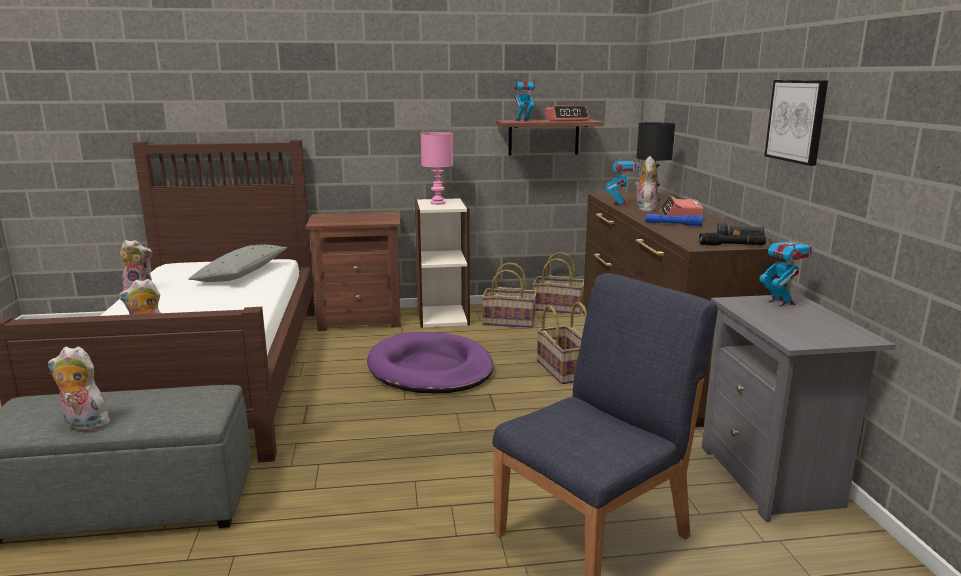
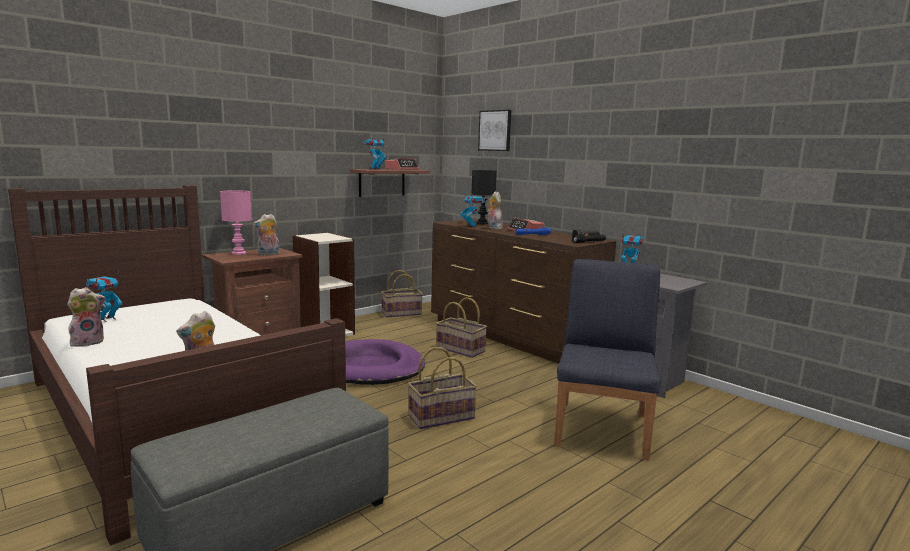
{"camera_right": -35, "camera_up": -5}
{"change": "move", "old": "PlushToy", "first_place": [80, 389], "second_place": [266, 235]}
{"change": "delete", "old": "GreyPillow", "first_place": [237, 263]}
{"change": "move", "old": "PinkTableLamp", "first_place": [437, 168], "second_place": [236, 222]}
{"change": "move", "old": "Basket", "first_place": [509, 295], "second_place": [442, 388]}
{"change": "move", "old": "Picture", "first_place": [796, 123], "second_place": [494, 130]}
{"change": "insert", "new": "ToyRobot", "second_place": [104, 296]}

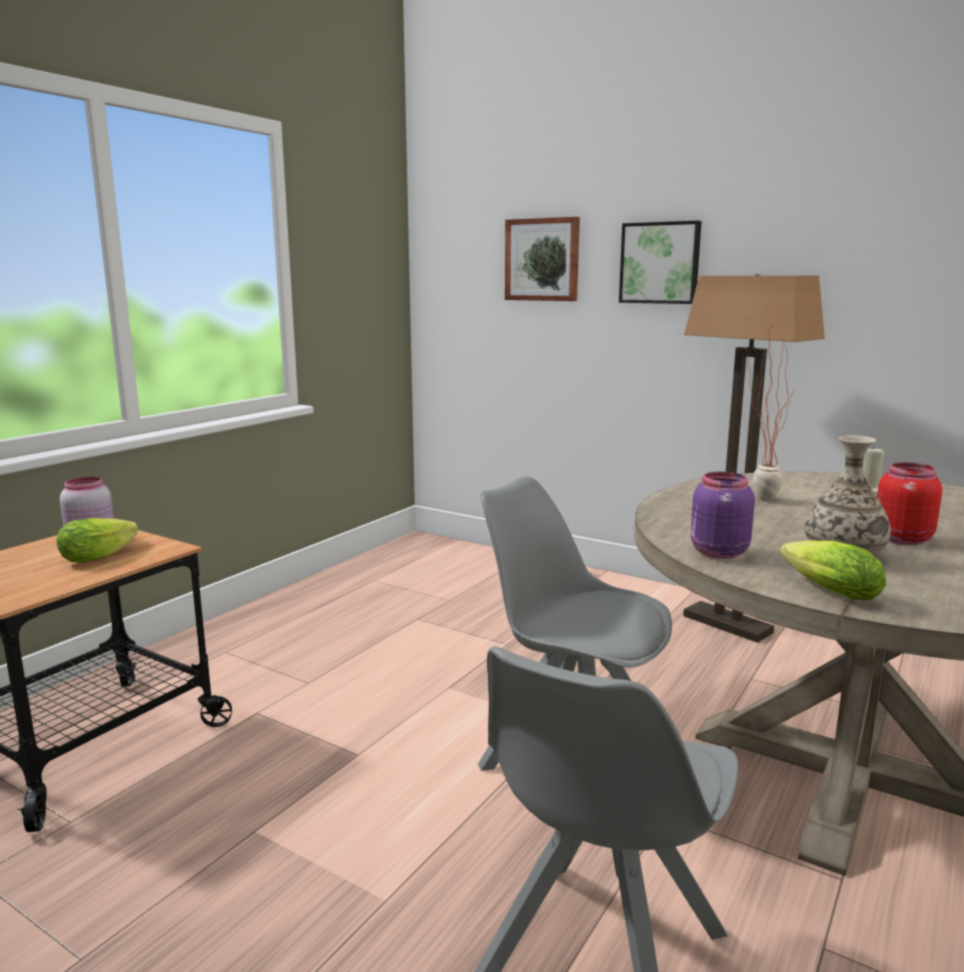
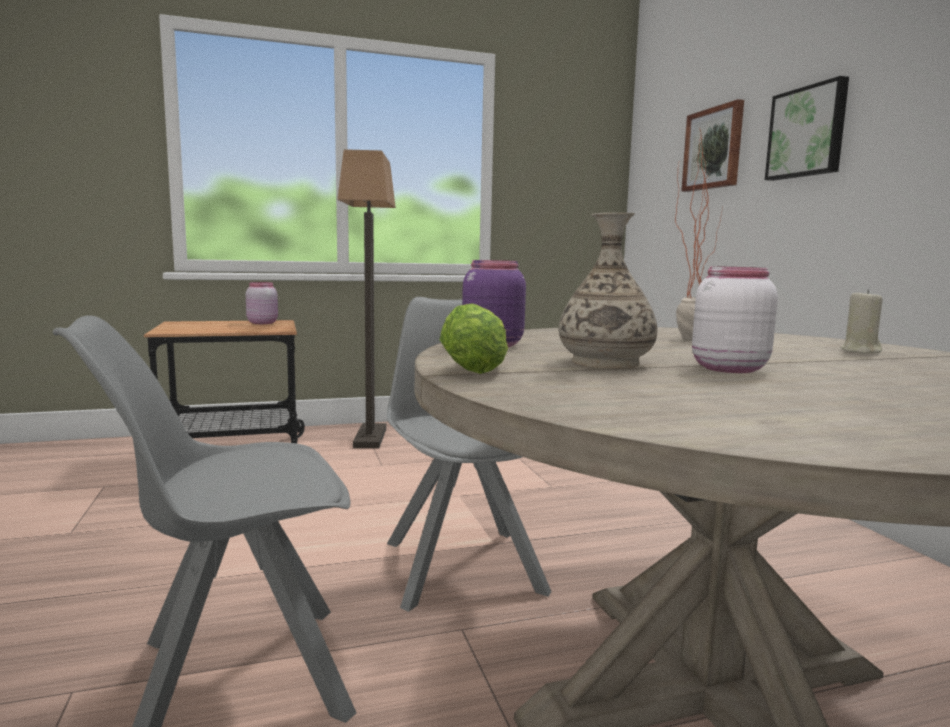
{"camera_right": 40, "camera_up": -5}
{"change": "delete", "old": "Lettuce", "first_place": [97, 540]}
{"change": "move", "old": "FloorLamp", "first_place": [754, 458], "second_place": [366, 298]}
{"change": "recolor", "old": "RedJar", "new": "WhiteJar", "first_place": [909, 503], "second_place": [735, 319]}

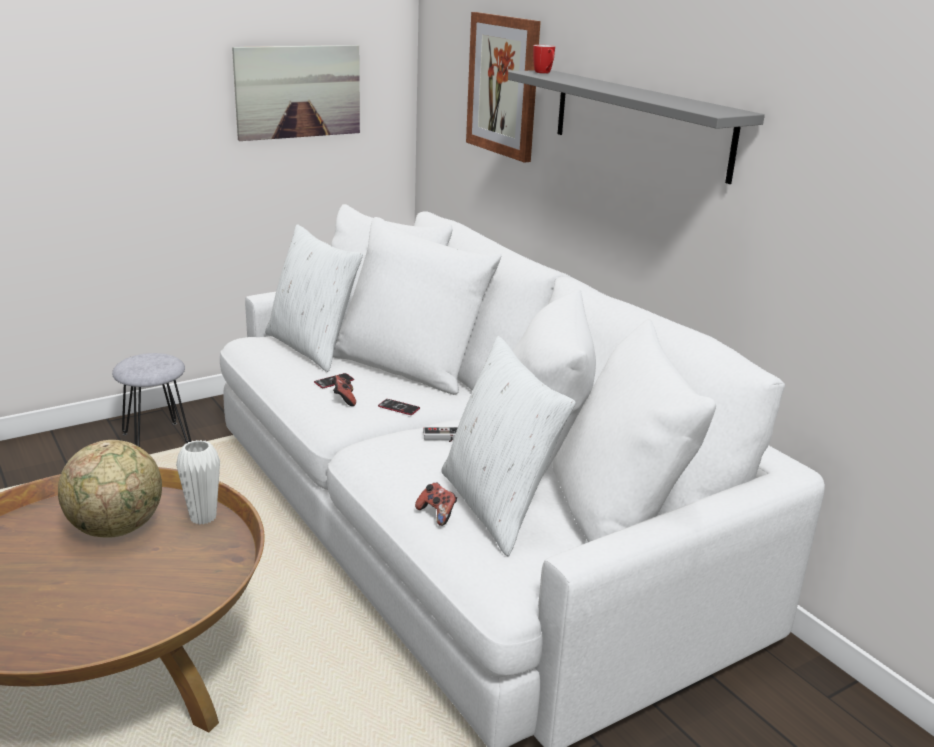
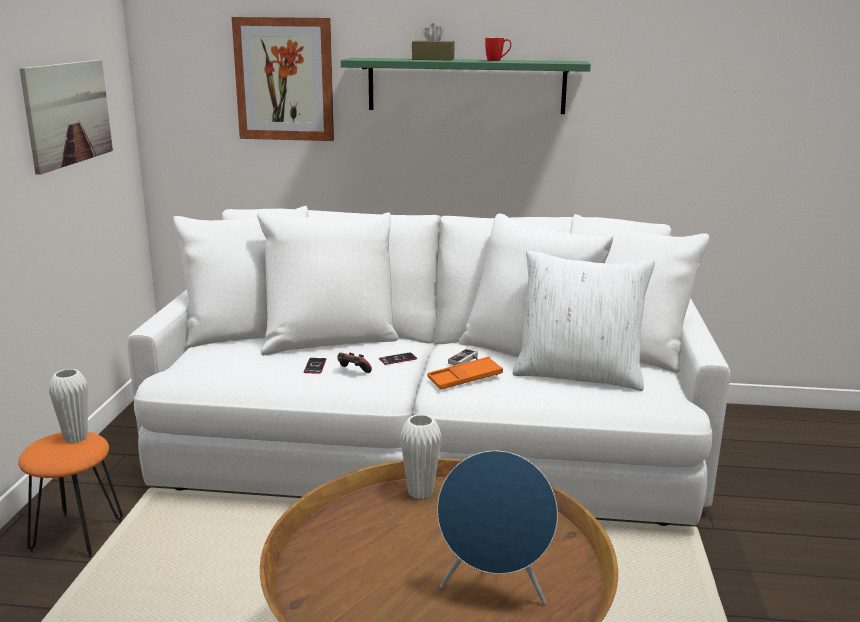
{"camera_right": -50, "camera_up": -5}
{"change": "delete", "old": "Globe", "first_place": [110, 489]}
{"change": "recolor", "old": "GreyStool", "new": "OrangeStool", "first_place": [151, 400], "second_place": [70, 495]}
{"change": "delete", "old": "WhitePillow", "first_place": [314, 298]}
{"change": "delete", "old": "GameController", "first_place": [436, 504]}
{"change": "recolor", "old": "GreyShelf", "new": "GreenShelf", "first_place": [636, 127], "second_place": [466, 86]}
{"change": "move", "old": "Mug", "first_place": [544, 59], "second_place": [498, 49]}
{"change": "insert", "new": "WhiteVase", "second_place": [68, 406]}
{"change": "insert", "new": "BrownTissueBox", "second_place": [433, 42]}
{"change": "insert", "new": "OrangeTray", "second_place": [465, 373]}
{"change": "insert", "new": "BlueSpeaker", "second_place": [497, 528]}

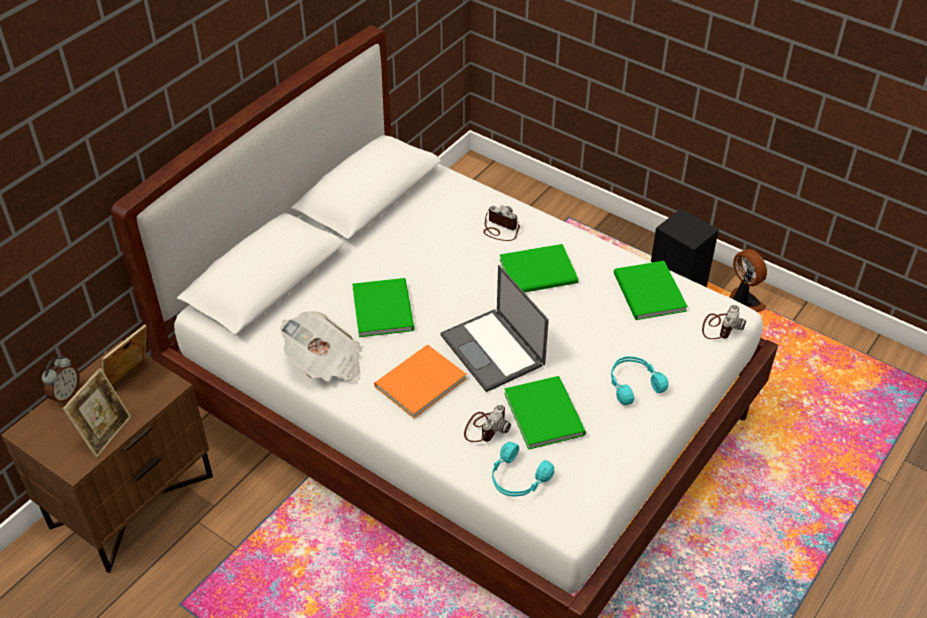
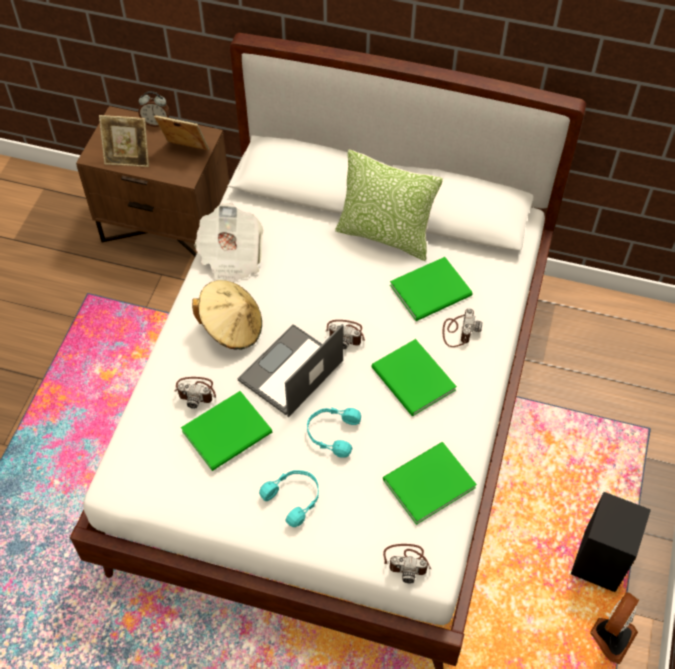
{"camera_right": 70, "camera_up": 10}
{"change": "move", "old": "GreenBook", "first_place": [383, 307], "second_place": [431, 289]}
{"change": "replace", "old": "OrangeBook", "new": "BeigeHat", "first_place": [420, 382], "second_place": [227, 315]}
{"change": "move", "old": "TurquoiseHeadphones", "first_place": [523, 469], "second_place": [334, 432]}
{"change": "insert", "new": "PhotoCamera", "second_place": [345, 334]}
{"change": "insert", "new": "Pillow", "second_place": [389, 205]}

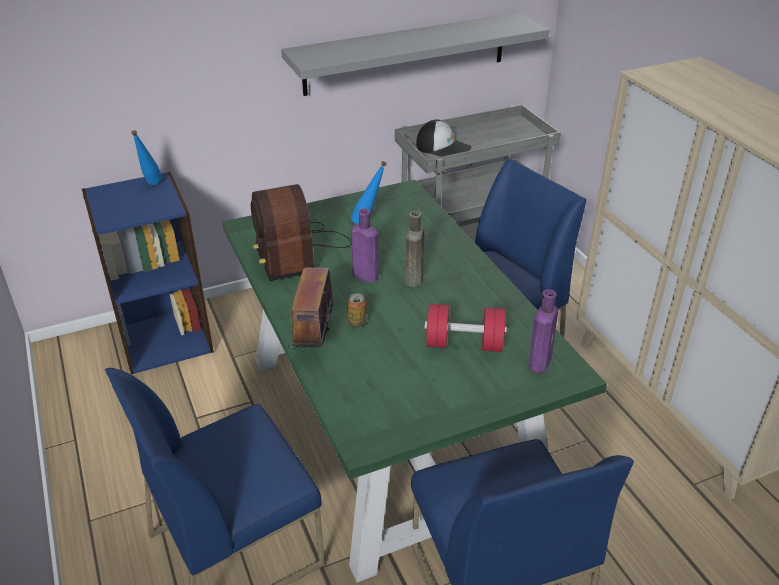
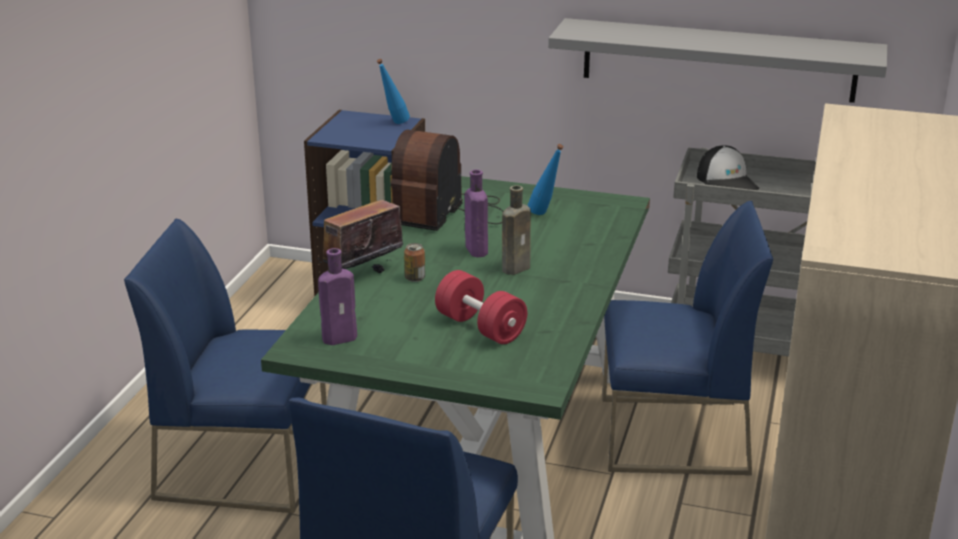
{"camera_right": 40, "camera_up": -10}
{"change": "move", "old": "PurpleBottle", "first_place": [543, 331], "second_place": [337, 296]}

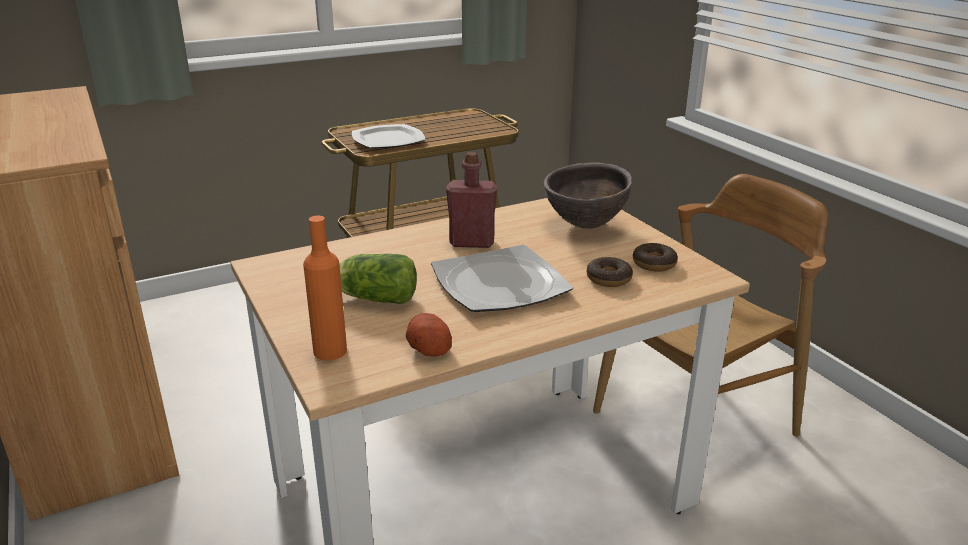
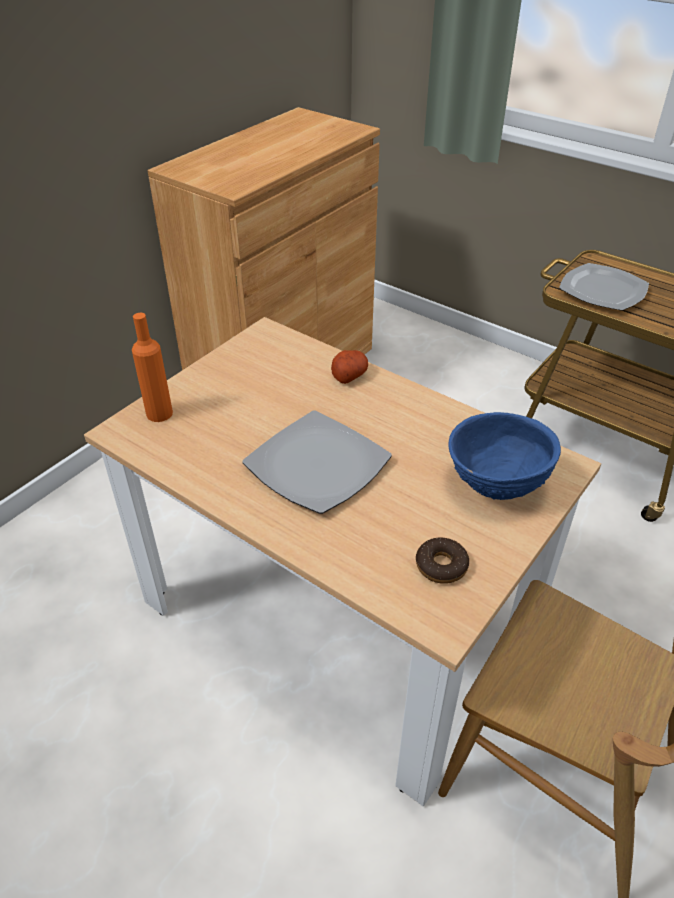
{"camera_right": 65, "camera_up": 15}
{"change": "delete", "old": "Lettuce", "first_place": [378, 279]}
{"change": "move", "old": "Potato", "first_place": [429, 335], "second_place": [349, 367]}
{"change": "delete", "old": "RedBottle", "first_place": [471, 200]}
{"change": "recolor", "old": "BrownBowl", "new": "BlueBowl", "first_place": [588, 196], "second_place": [504, 456]}
{"change": "delete", "old": "Donut", "first_place": [610, 272]}

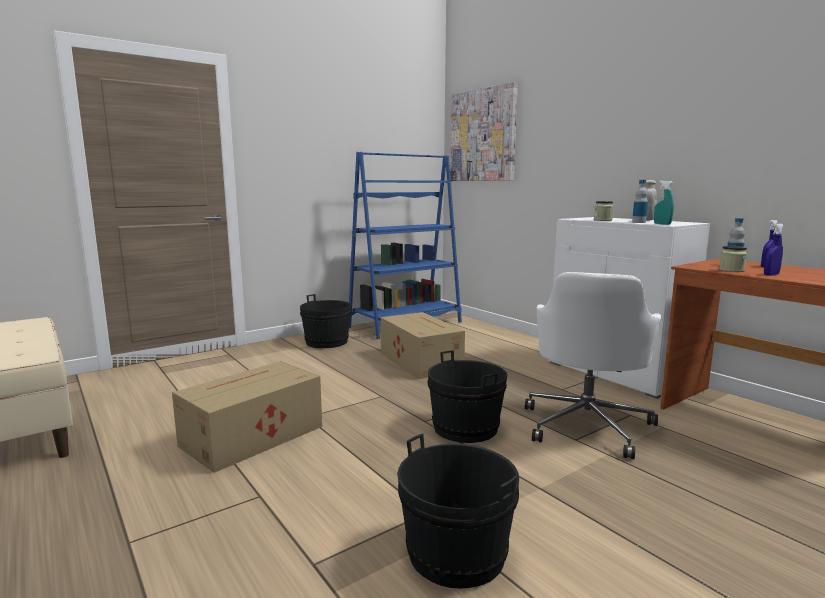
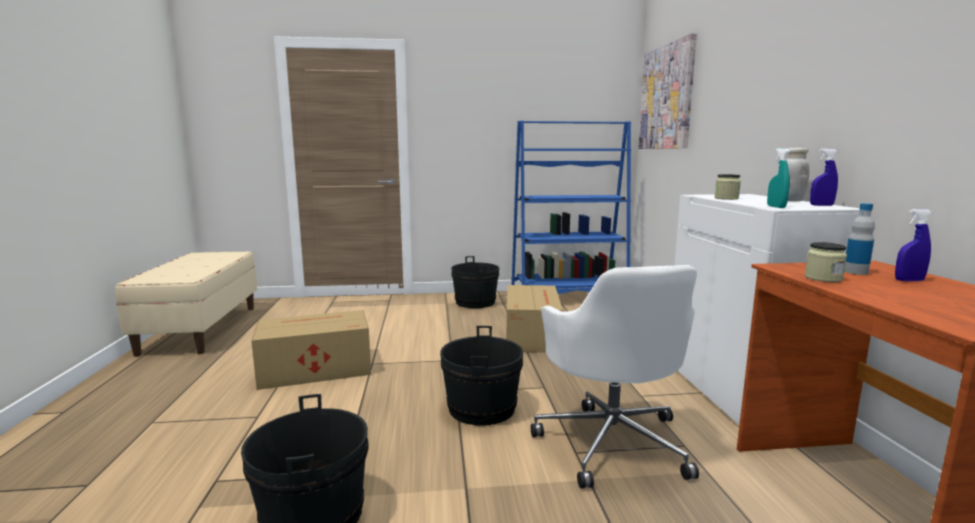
{"camera_right": 30, "camera_up": 0}
{"change": "rotate", "old": "WhiteOfficeChair", "first_place": [593, 365], "second_place": [615, 377], "degrees": -60}
{"change": "delete", "old": "Bottle", "first_place": [640, 201]}
{"change": "move", "old": "BlueSprayBottle", "first_place": [774, 249], "second_place": [824, 177]}

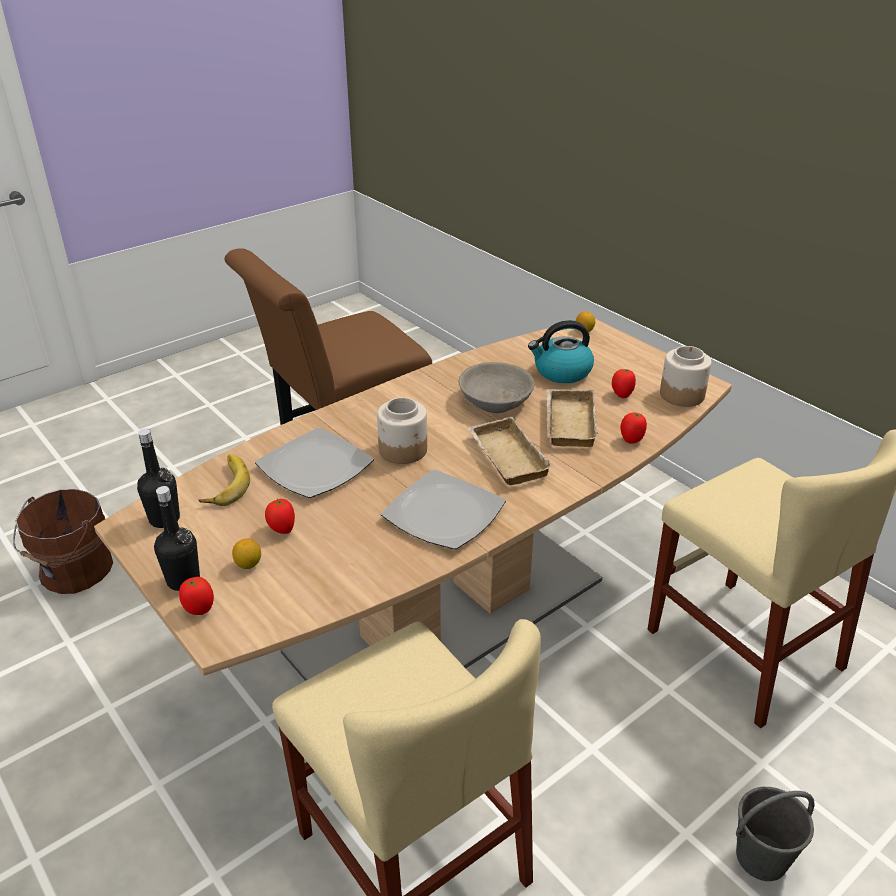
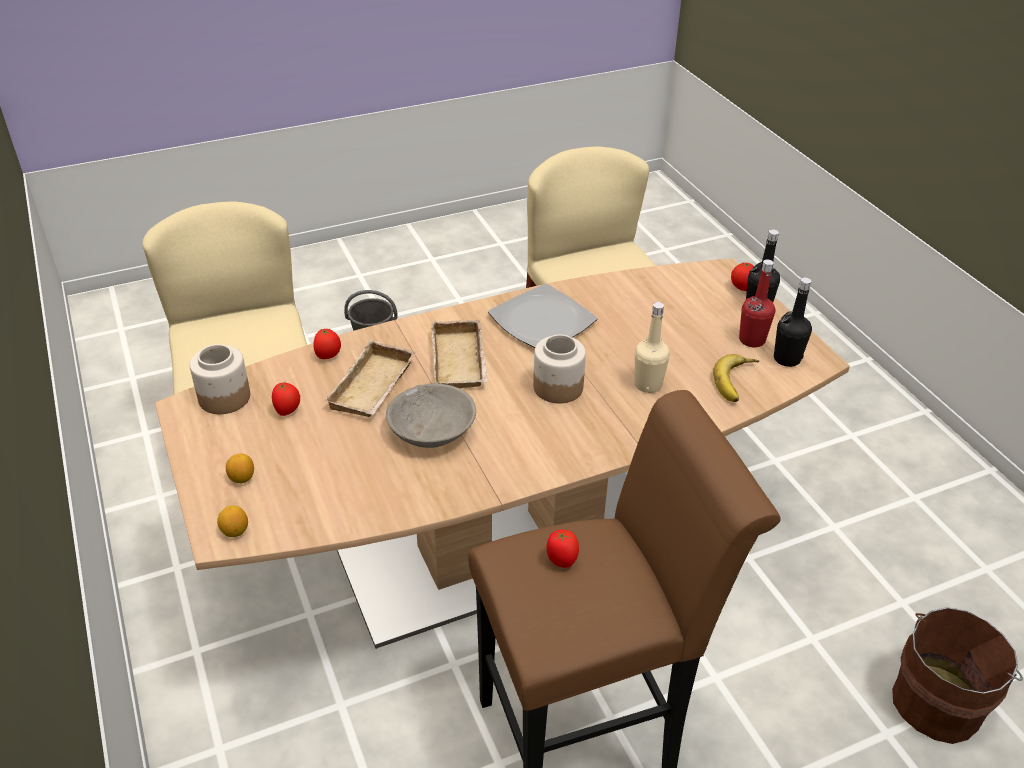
{"camera_right": -165, "camera_up": 5}
{"change": "move", "old": "Lemon", "first_place": [246, 554], "second_place": [240, 468]}
{"change": "replace", "old": "Plate", "new": "BeigeBottle", "first_place": [314, 462], "second_place": [652, 347]}
{"change": "move", "old": "Tomato", "first_place": [280, 516], "second_place": [563, 548]}
{"change": "delete", "old": "Kettle", "first_place": [561, 351]}
{"change": "insert", "new": "RedBottle", "second_place": [757, 303]}

